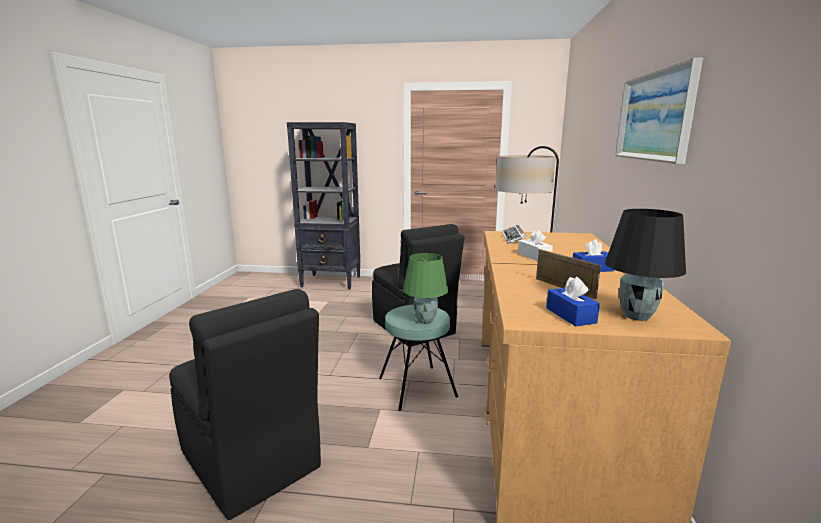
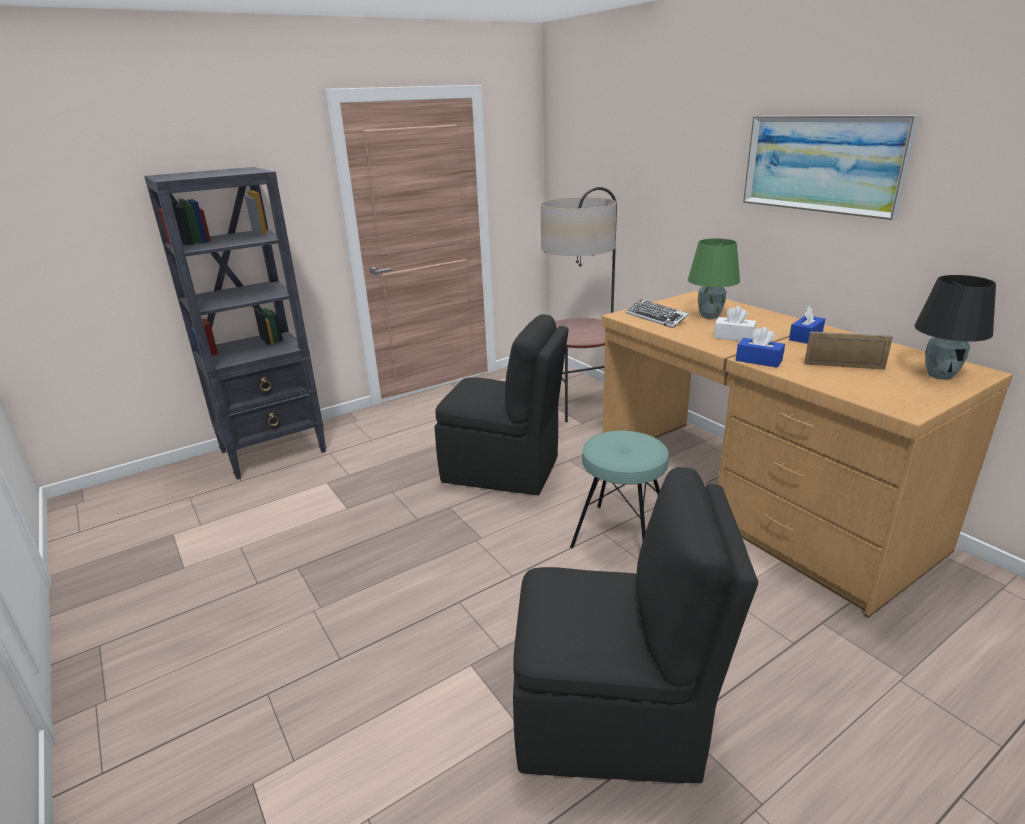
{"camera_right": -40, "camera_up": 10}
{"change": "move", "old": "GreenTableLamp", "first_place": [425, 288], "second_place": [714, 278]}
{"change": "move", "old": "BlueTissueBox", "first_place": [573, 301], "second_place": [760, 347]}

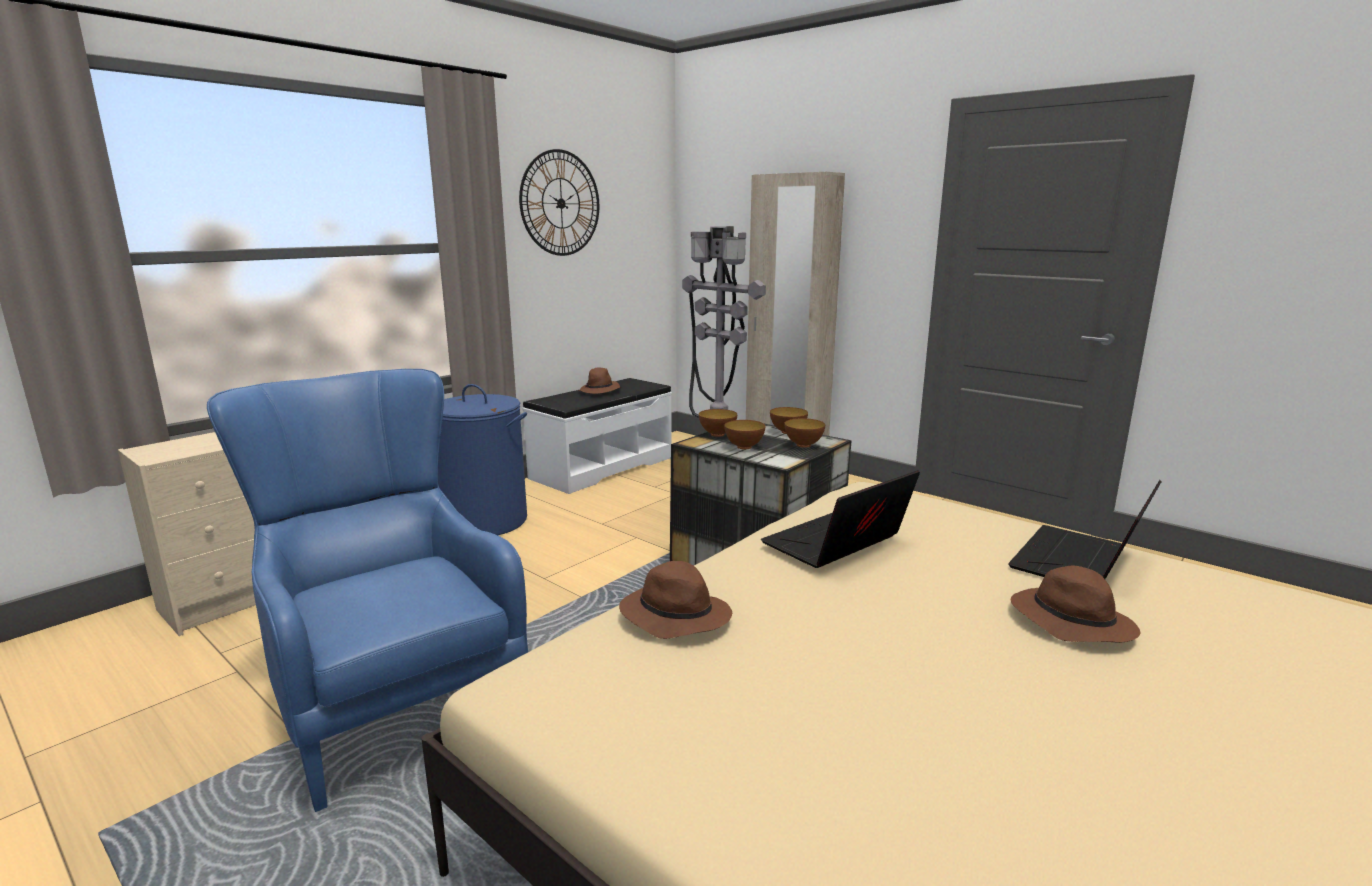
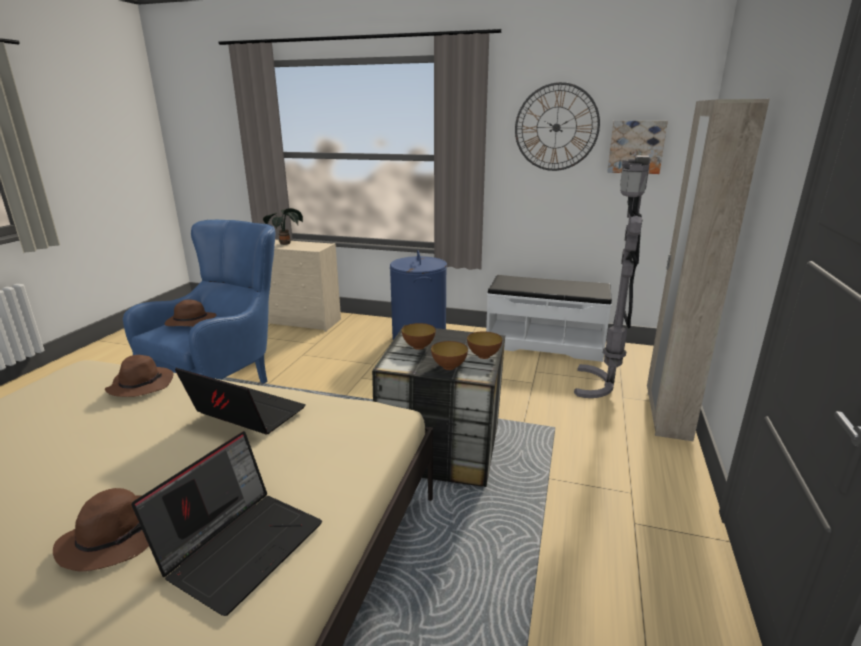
{"camera_right": 65, "camera_up": 5}
{"change": "move", "old": "BrownHat", "first_place": [600, 381], "second_place": [190, 313]}
{"change": "delete", "old": "Bowl", "first_place": [718, 423]}
{"change": "rotate", "old": "Laptop", "first_place": [1085, 529], "second_place": [227, 523], "degrees": 105}
{"change": "insert", "new": "PottedPlant", "second_place": [283, 226]}
{"change": "insert", "new": "Picture", "second_place": [637, 147]}

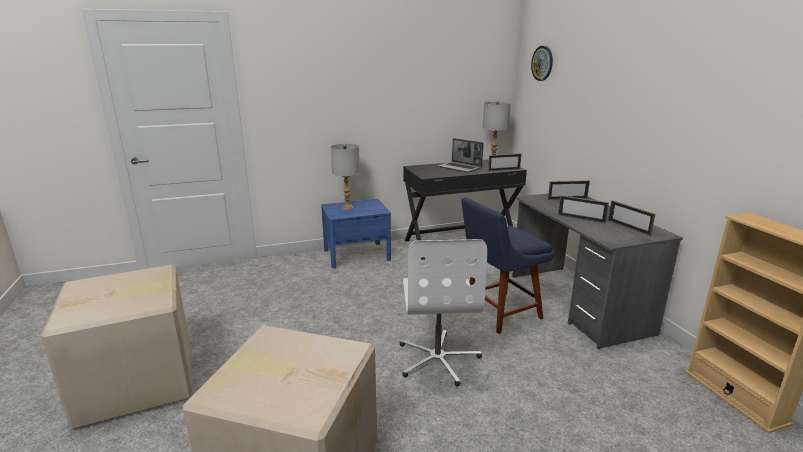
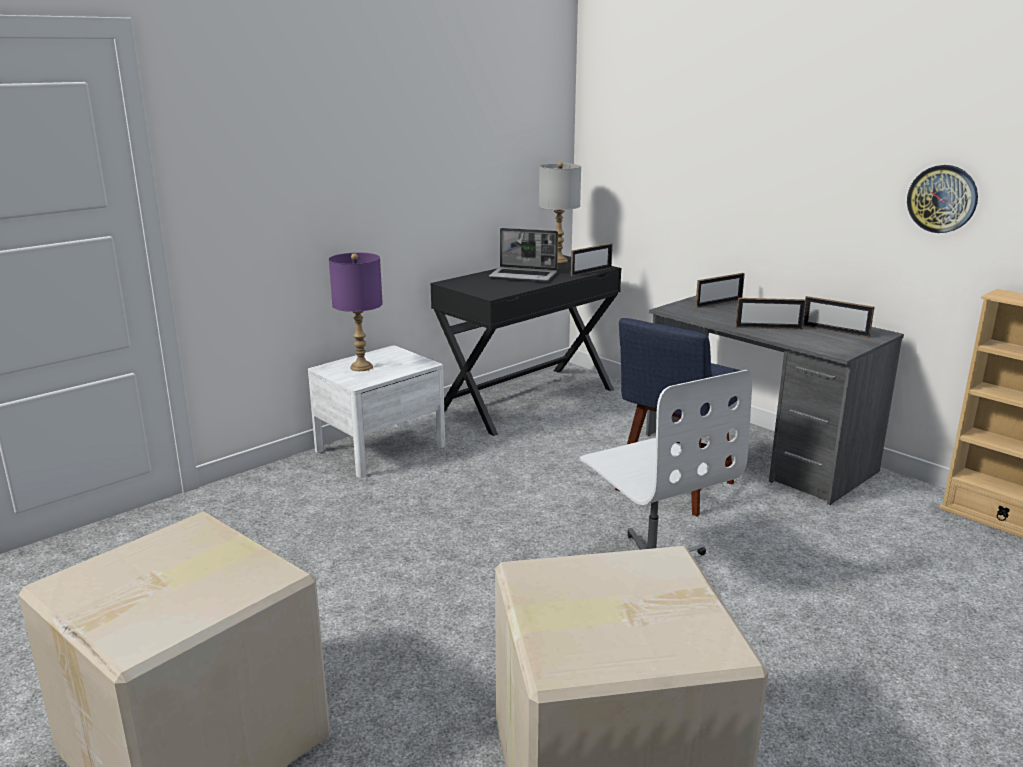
{"camera_right": -25, "camera_up": 0}
{"change": "recolor", "old": "BlueNightstand", "new": "WhiteNightstand", "first_place": [356, 234], "second_place": [376, 411]}
{"change": "recolor", "old": "GreyTableLamp", "new": "PurpleTableLamp", "first_place": [345, 177], "second_place": [356, 311]}
{"change": "move", "old": "WallClock", "first_place": [542, 63], "second_place": [942, 199]}

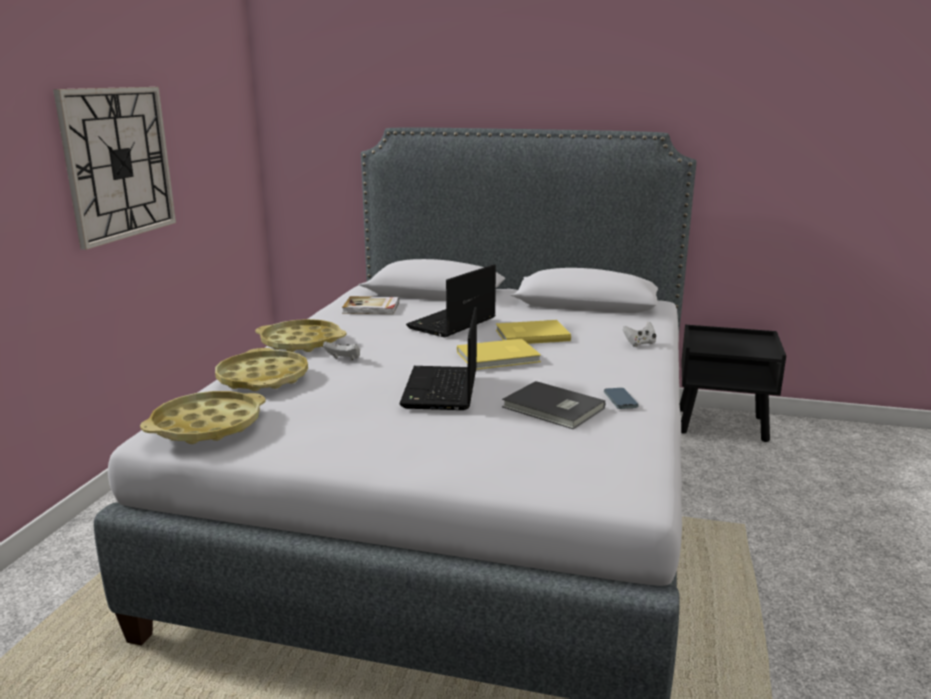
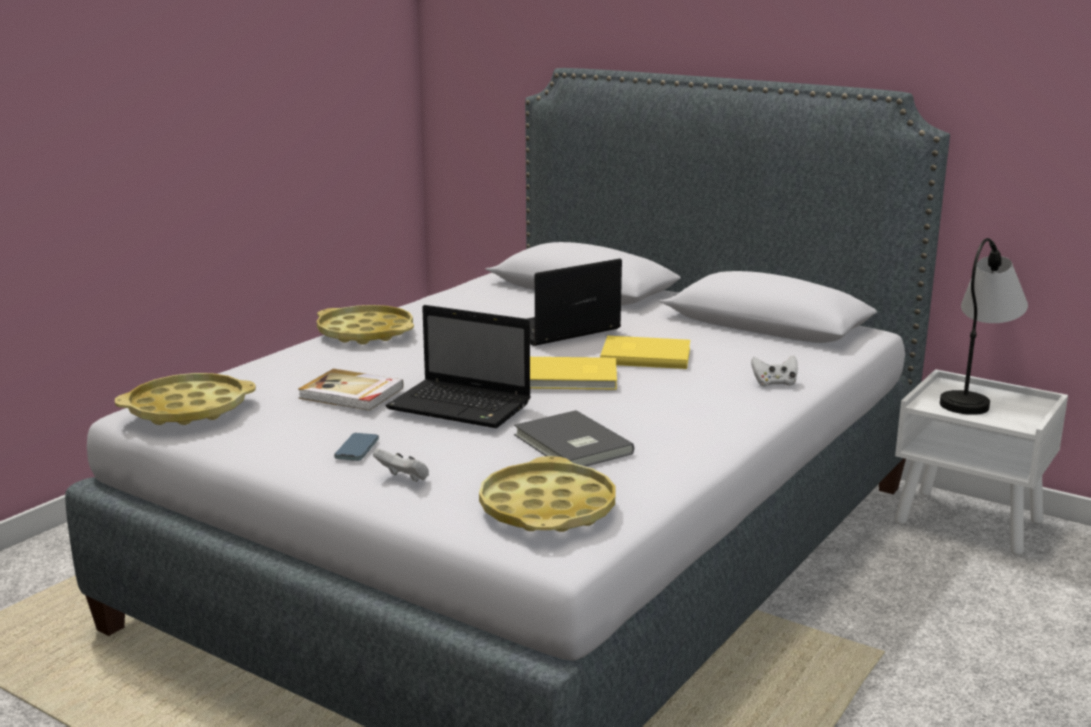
{"camera_right": 20, "camera_up": 0}
{"change": "delete", "old": "WallClock", "first_place": [114, 168]}
{"change": "move", "old": "YellowTray", "first_place": [261, 369], "second_place": [547, 494]}
{"change": "move", "old": "WhiteGameController", "first_place": [341, 350], "second_place": [401, 465]}
{"change": "move", "old": "Book", "first_place": [370, 305], "second_place": [350, 390]}
{"change": "rotate", "old": "Laptop", "first_place": [438, 358], "second_place": [458, 366], "degrees": -90}
{"change": "move", "old": "Phone", "first_place": [621, 398], "second_place": [356, 447]}
{"change": "recolor", "old": "BlackNightstand", "new": "WhiteNightstand", "first_place": [733, 383], "second_place": [981, 462]}
{"change": "insert", "new": "TableLamp", "second_place": [984, 326]}

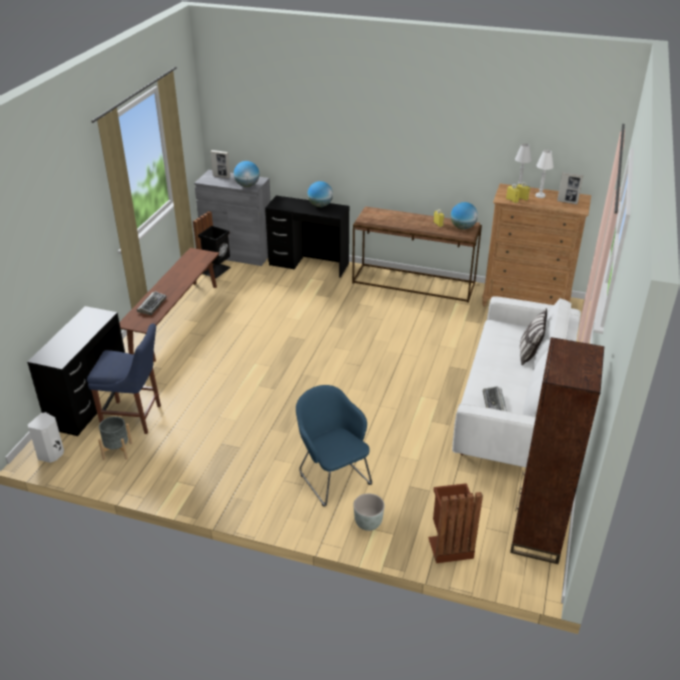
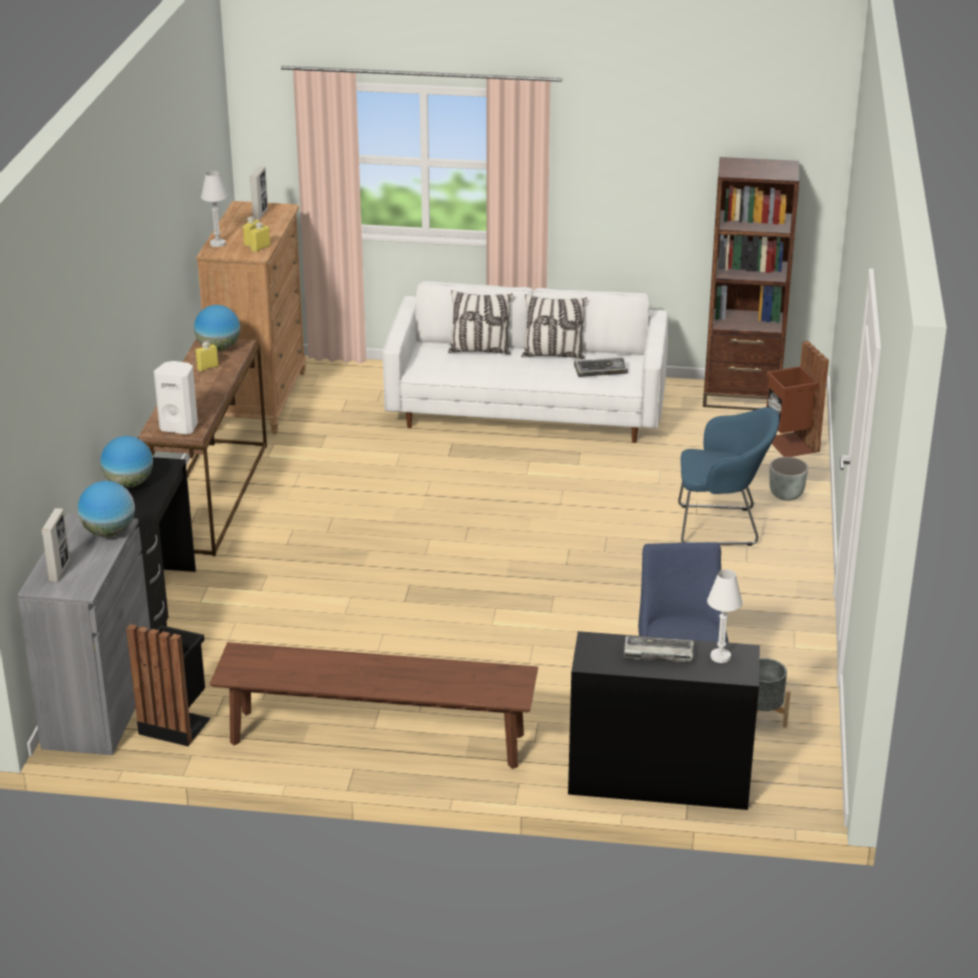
{"camera_right": -100, "camera_up": -5}
{"change": "move", "old": "WhiteSpeaker", "first_place": [46, 437], "second_place": [176, 397]}
{"change": "move", "old": "Keyboard", "first_place": [152, 303], "second_place": [659, 649]}
{"change": "rotate", "old": "BlueArmchair", "first_place": [334, 446], "second_place": [728, 476], "degrees": -135}
{"change": "move", "old": "WhiteTableLamp", "first_place": [544, 174], "second_place": [725, 616]}
{"change": "insert", "new": "Pillow", "second_place": [554, 326]}

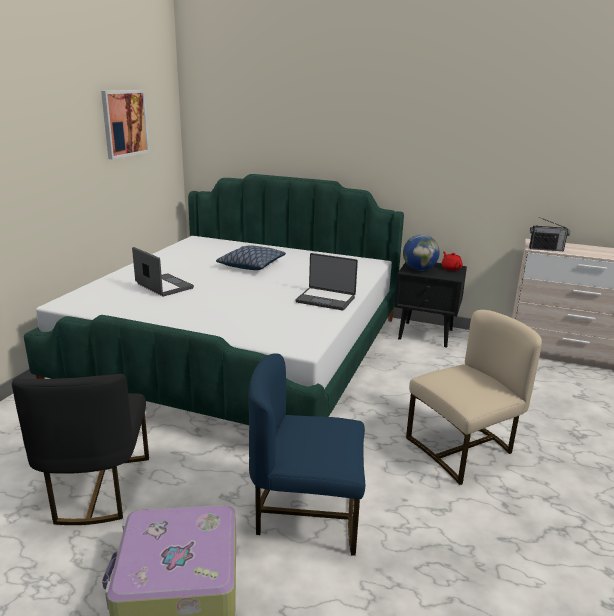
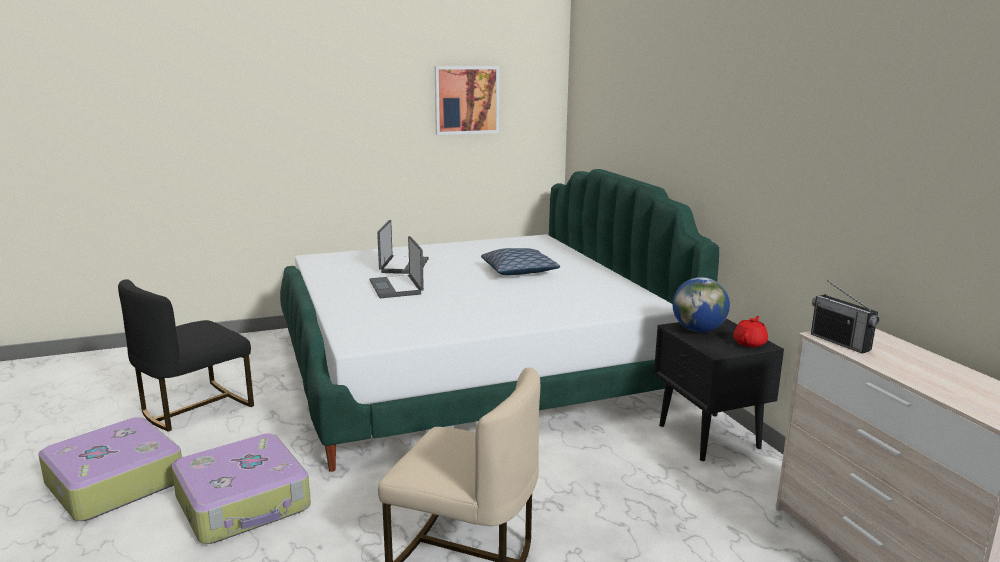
{"camera_right": 50, "camera_up": -5}
{"change": "replace", "old": "BlueChair", "new": "Suitcase", "first_place": [306, 454], "second_place": [241, 488]}
{"change": "move", "old": "Laptop", "first_place": [326, 281], "second_place": [396, 267]}

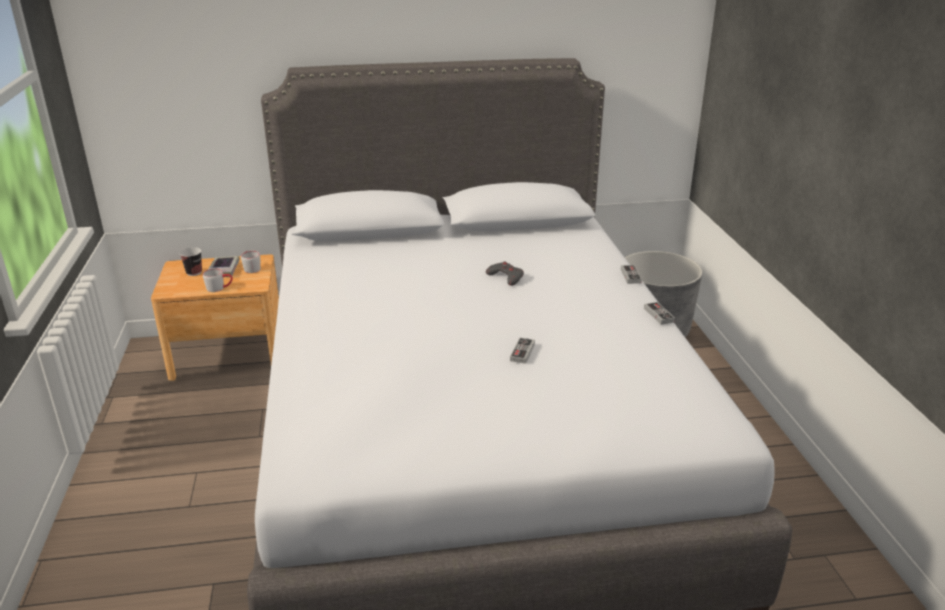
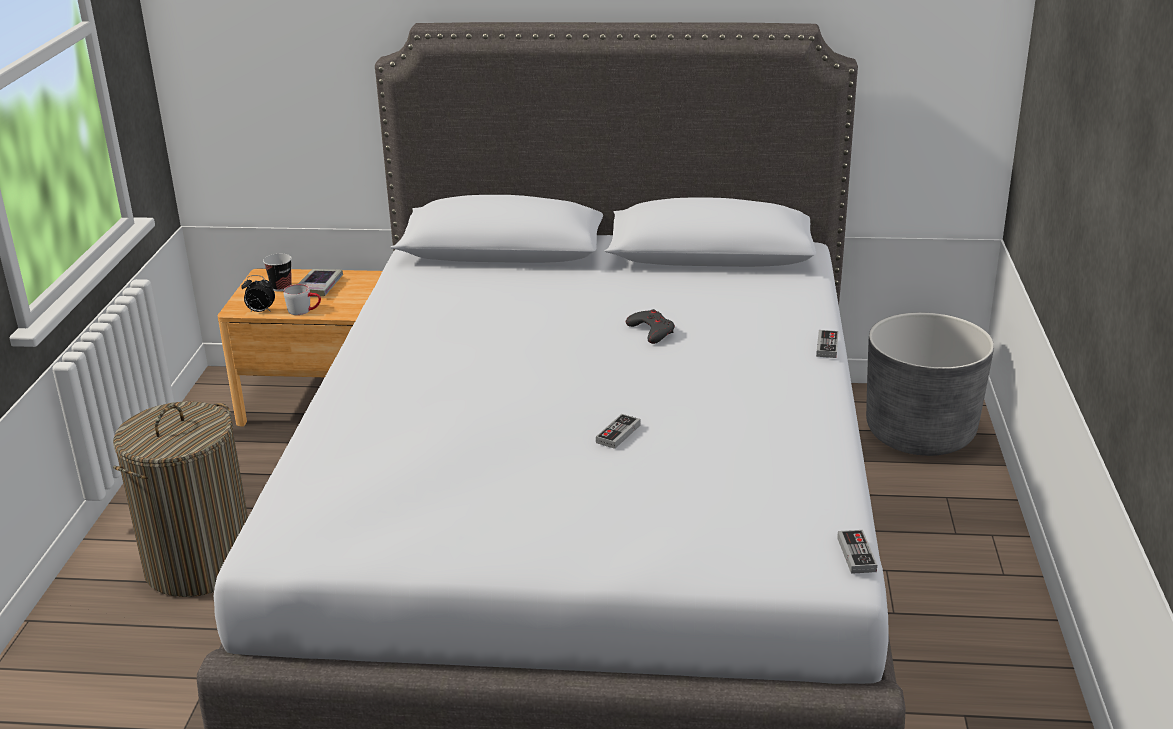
{"camera_right": 15, "camera_up": 0}
{"change": "delete", "old": "GreyMug", "first_place": [251, 262]}
{"change": "move", "old": "GameController", "first_place": [659, 313], "second_place": [857, 552]}
{"change": "insert", "new": "LaundryBasket", "second_place": [180, 499]}
{"change": "insert", "new": "AlarmClock", "second_place": [258, 293]}

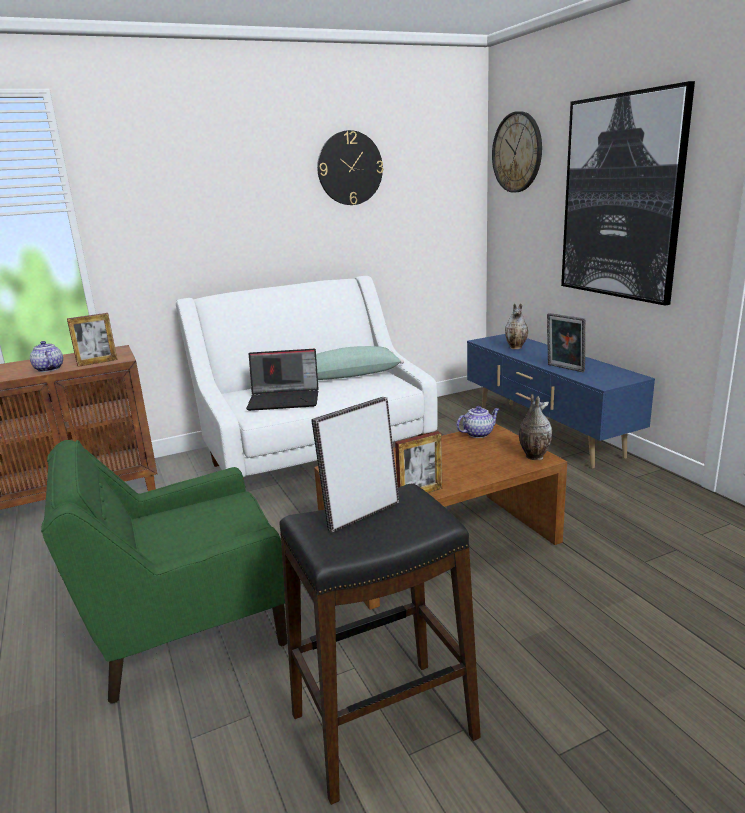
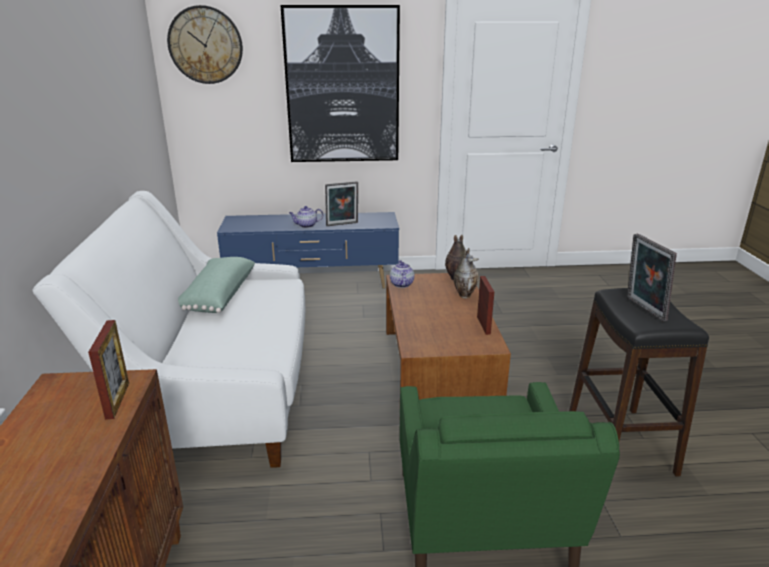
{"camera_right": -70, "camera_up": 5}
{"change": "move", "old": "Teapot", "first_place": [46, 356], "second_place": [306, 217]}
{"change": "delete", "old": "Laptop", "first_place": [282, 380]}
{"change": "delete", "old": "WallClock", "first_place": [350, 167]}
{"change": "move", "old": "Vase", "first_place": [516, 326], "second_place": [466, 273]}

